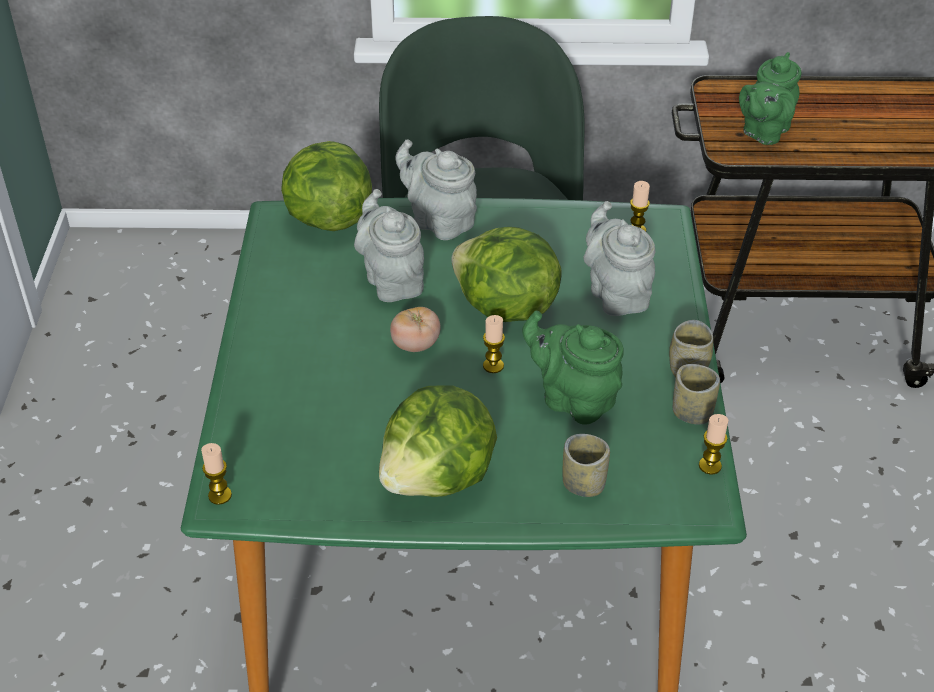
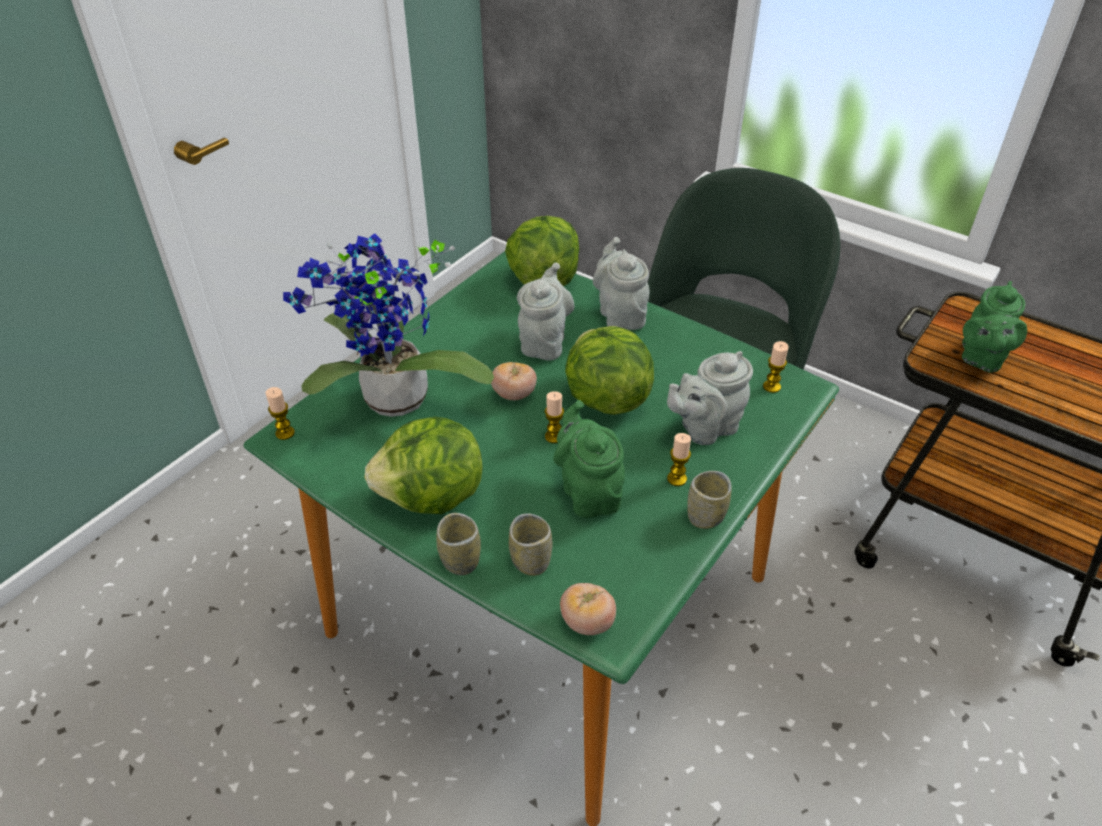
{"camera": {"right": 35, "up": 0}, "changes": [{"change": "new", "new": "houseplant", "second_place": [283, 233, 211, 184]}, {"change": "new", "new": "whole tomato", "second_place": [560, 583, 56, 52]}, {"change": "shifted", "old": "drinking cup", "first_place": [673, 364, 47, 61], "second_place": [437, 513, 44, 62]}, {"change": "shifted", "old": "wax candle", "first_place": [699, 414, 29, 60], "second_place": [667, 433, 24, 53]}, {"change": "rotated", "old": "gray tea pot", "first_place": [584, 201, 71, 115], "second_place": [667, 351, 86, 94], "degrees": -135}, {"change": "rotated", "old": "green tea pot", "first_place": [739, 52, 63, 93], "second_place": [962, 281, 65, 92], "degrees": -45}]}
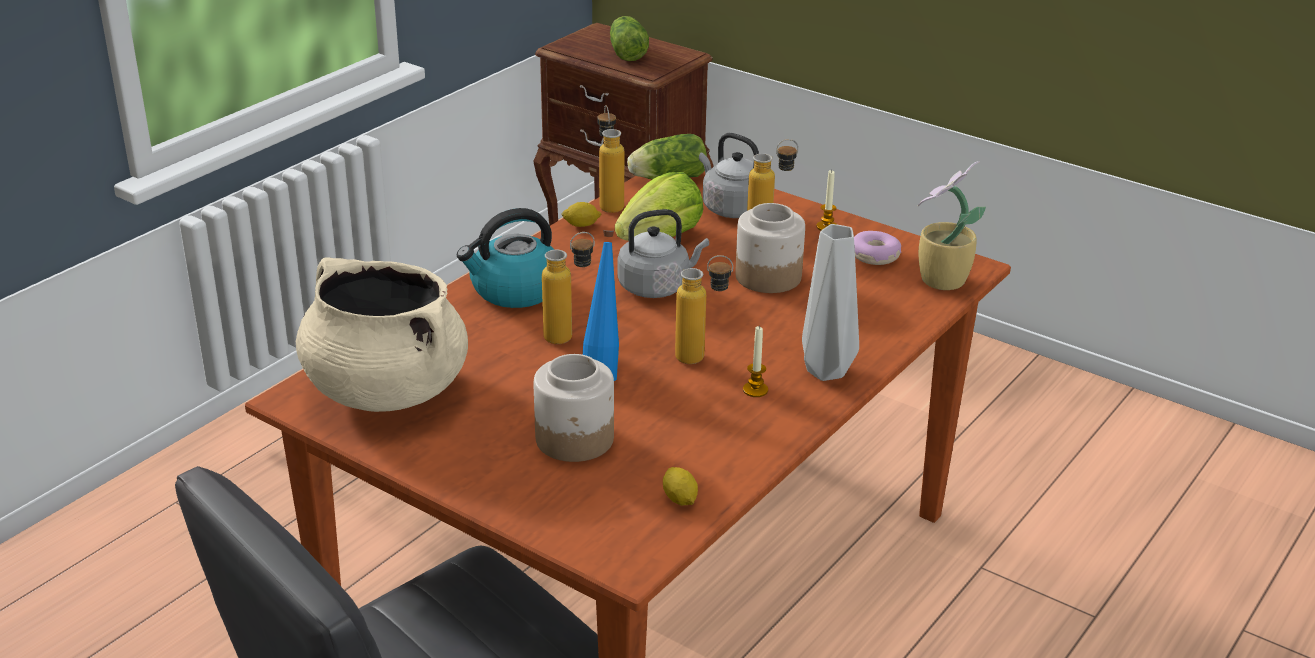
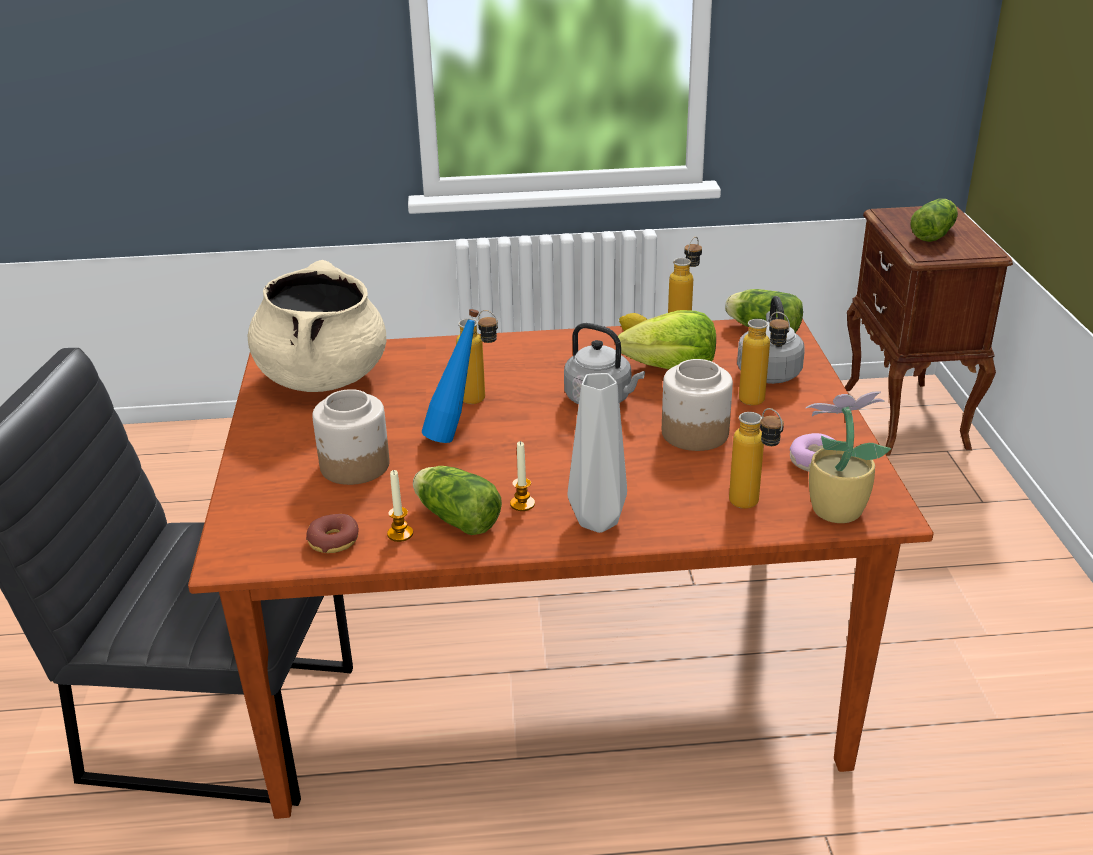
{"camera": {"right": 50, "up": 0}, "changes": [{"change": "gone", "old": "tea kettle", "first_place": [457, 208, 97, 100]}, {"change": "new", "new": "lettuce", "second_place": [413, 466, 89, 69]}, {"change": "shifted", "old": "bottle", "first_place": [675, 255, 58, 109], "second_place": [729, 408, 55, 101]}, {"change": "shifted", "old": "wax candle", "first_place": [816, 170, 21, 61], "second_place": [387, 470, 26, 72]}, {"change": "swapped", "old": "lemon", "new": "doughnut", "first_place": [663, 467, 35, 39], "second_place": [306, 514, 53, 39]}]}
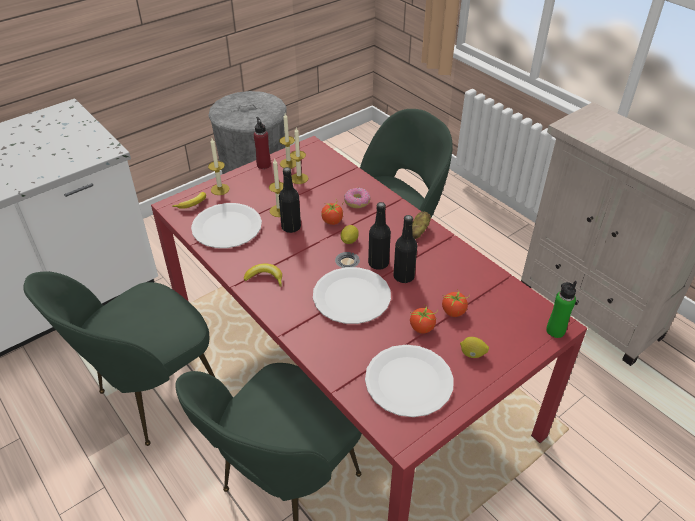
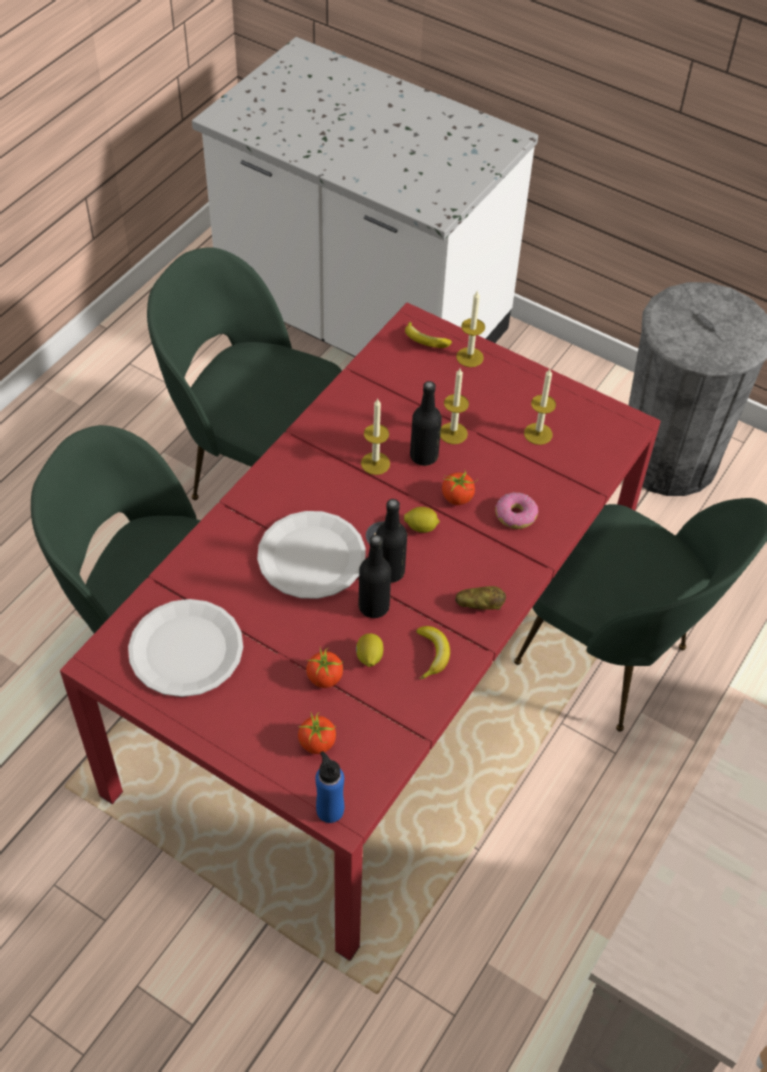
{"camera": {"right": 70, "up": 10}, "changes": [{"change": "gone", "old": "white flat dish", "first_place": [191, 203, 71, 45]}, {"change": "gone", "old": "red bottle", "first_place": [254, 117, 17, 52]}, {"change": "shifted", "old": "banana fruit", "first_place": [244, 264, 38, 23], "second_place": [416, 626, 34, 53]}, {"change": "shifted", "old": "wax candle", "first_place": [279, 113, 17, 56], "second_place": [361, 398, 29, 77]}, {"change": "shifted", "old": "whole tomato", "first_place": [410, 306, 28, 28], "second_place": [298, 712, 39, 42]}, {"change": "shifted", "old": "lemon", "first_place": [460, 337, 29, 21], "second_place": [356, 633, 27, 34]}, {"change": "repainted", "old": "green bottle", "new": "blue bottle", "first_place": [546, 281, 31, 57], "second_place": [315, 751, 29, 72]}]}
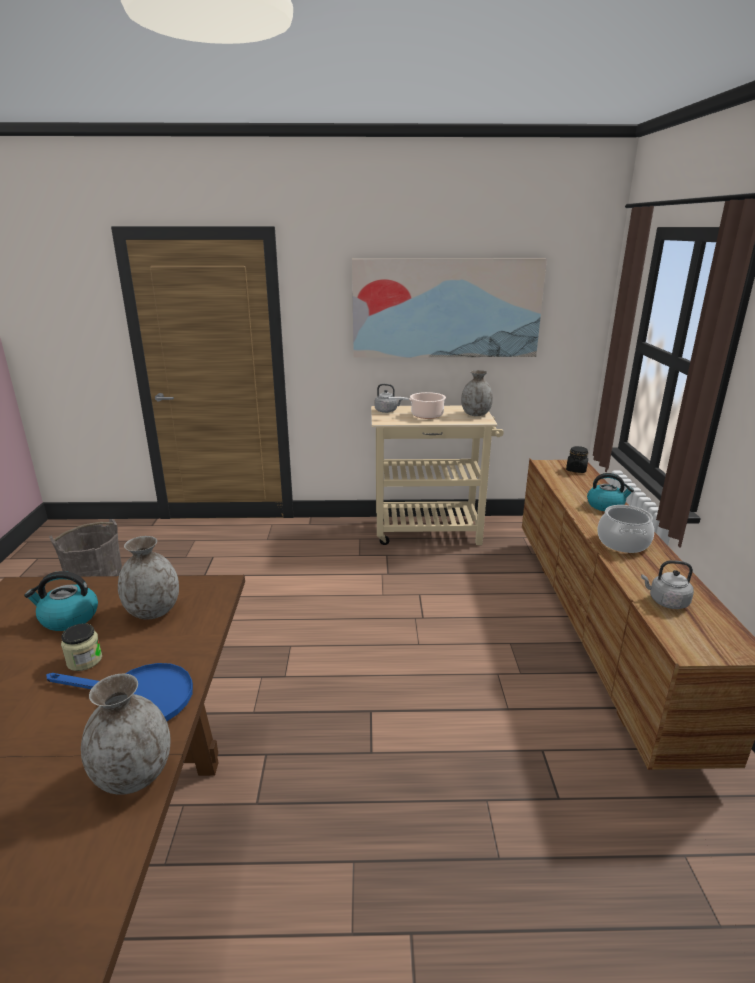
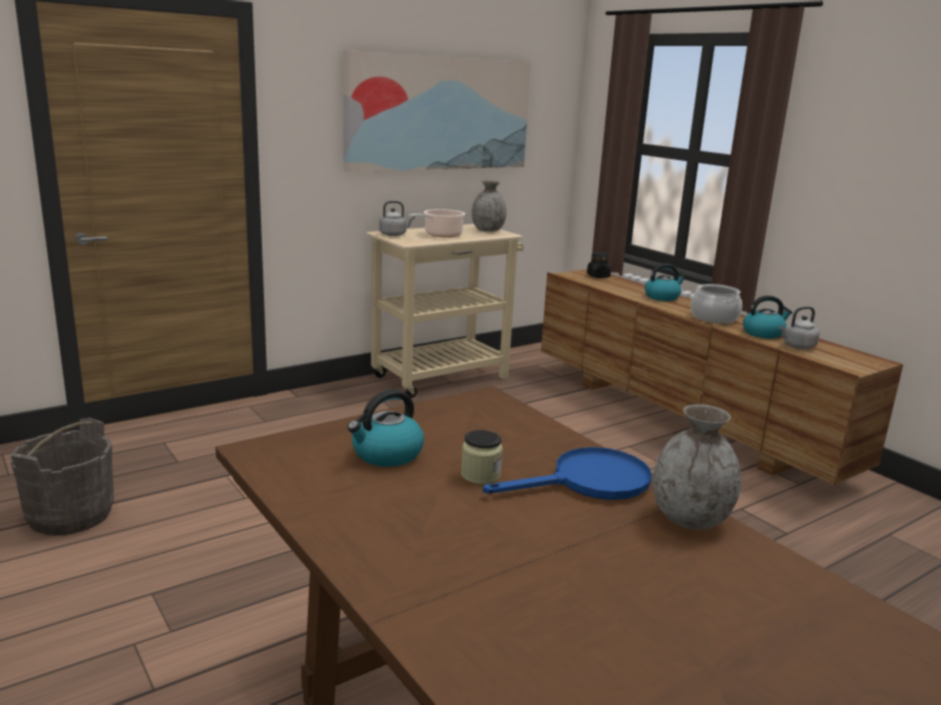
{"camera": {"right": -35, "up": -5}, "changes": [{"change": "gone", "old": "gray vase", "first_place": [118, 536, 61, 83]}, {"change": "new", "new": "tea kettle", "second_place": [743, 295, 50, 44]}]}
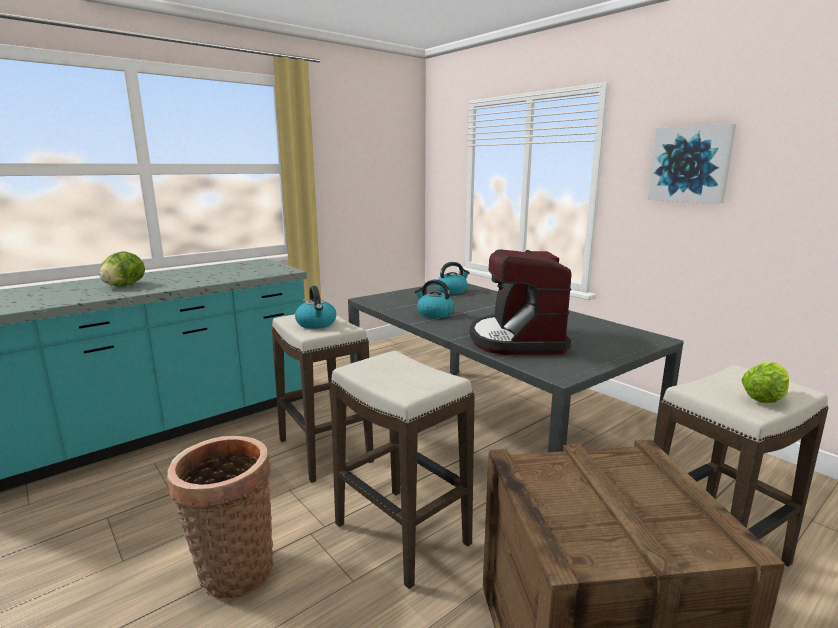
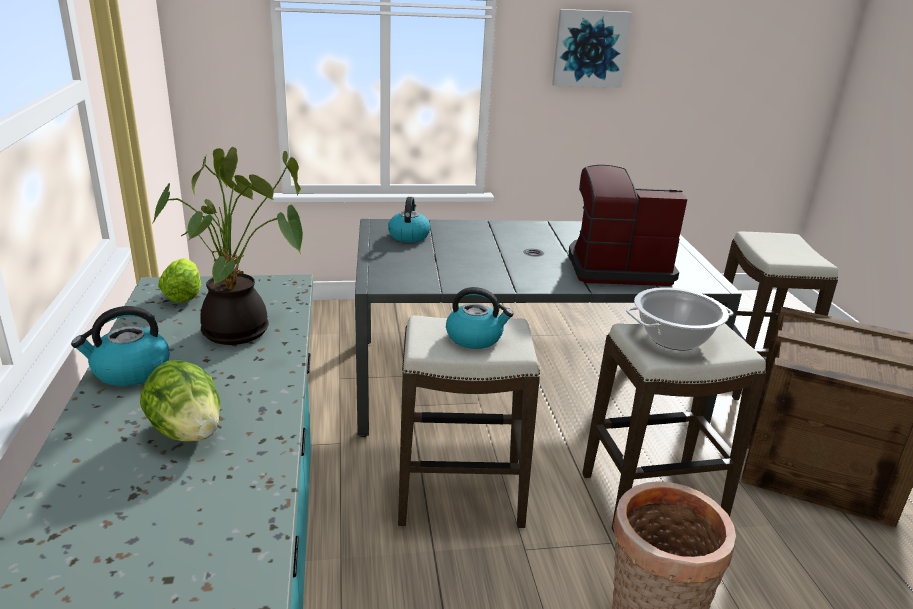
{"camera": {"right": -60, "up": 10}, "changes": [{"change": "new", "new": "houseplant", "second_place": [152, 147, 151, 198]}, {"change": "new", "new": "cooking pot", "second_place": [626, 287, 108, 64]}, {"change": "shifted", "old": "tea kettle", "first_place": [415, 279, 39, 39], "second_place": [71, 306, 99, 80]}, {"change": "shifted", "old": "lettuce", "first_place": [741, 362, 48, 41], "second_place": [158, 258, 44, 45]}, {"change": "rotated", "old": "coffee machine", "first_place": [469, 249, 103, 106], "second_place": [569, 165, 118, 121], "degrees": 150}]}
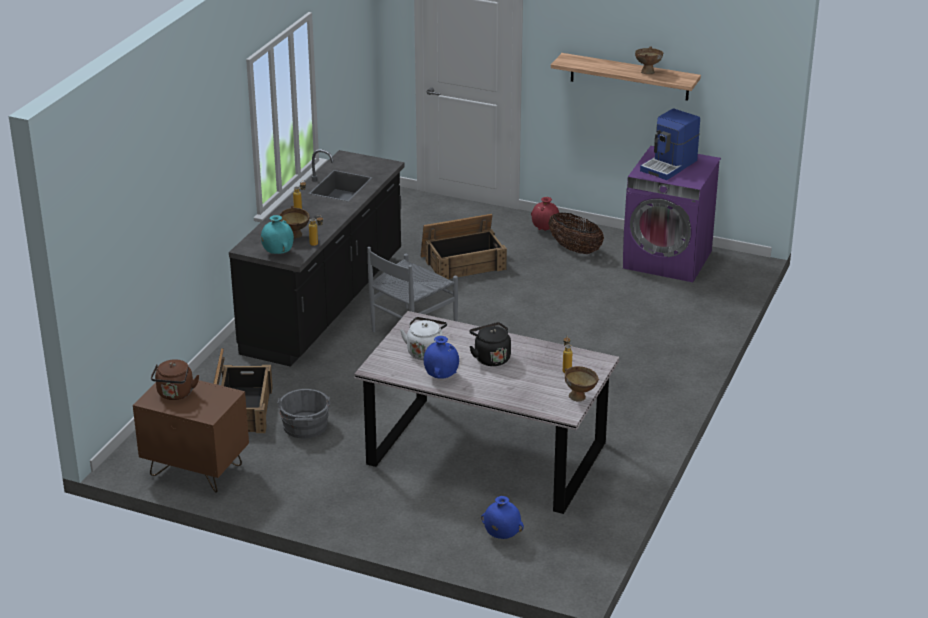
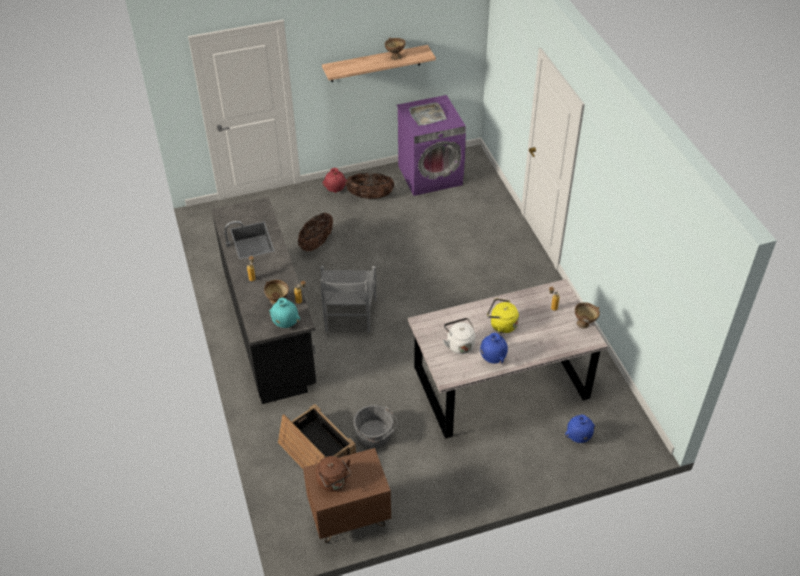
{"camera": {"right": -40, "up": 15}, "changes": [{"change": "swapped", "old": "crate", "new": "storage basket", "first_place": [421, 214, 86, 65], "second_place": [298, 212, 35, 39]}, {"change": "swapped", "old": "coffee machine", "new": "gray tray", "first_place": [640, 108, 60, 72], "second_place": [409, 102, 38, 24]}, {"change": "repainted", "old": "blackish tea kettle", "new": "yellowish tea kettle", "first_place": [469, 322, 42, 44], "second_place": [487, 298, 32, 35]}]}
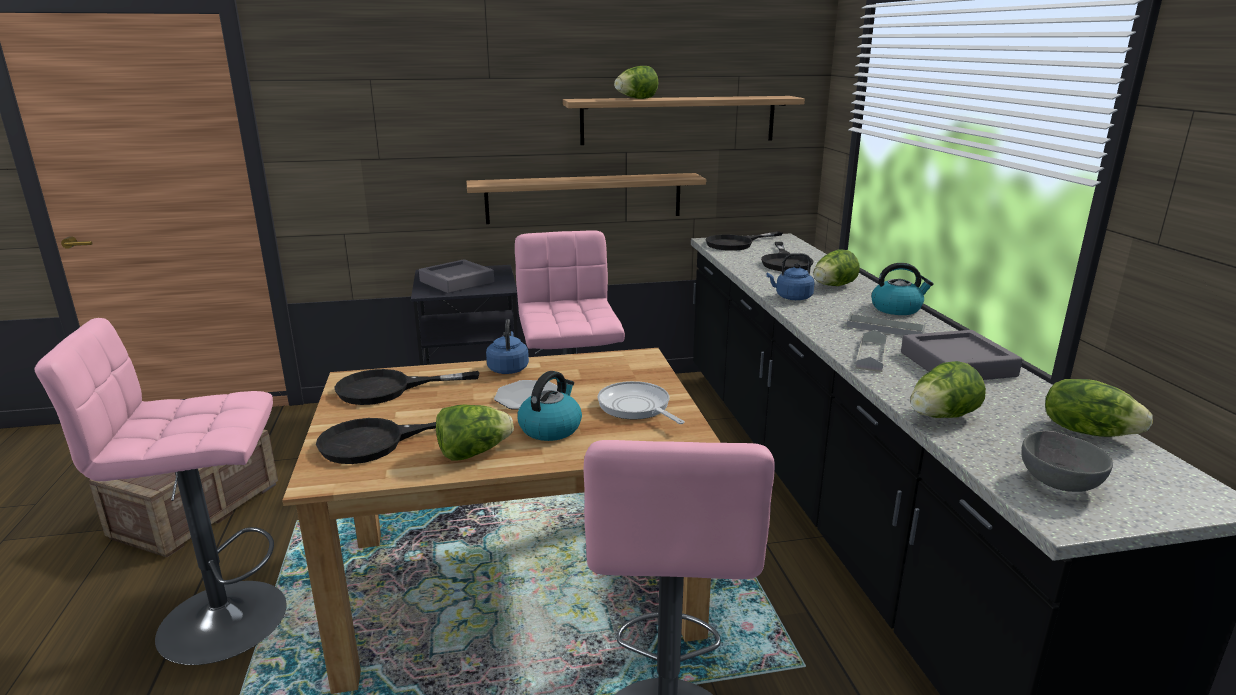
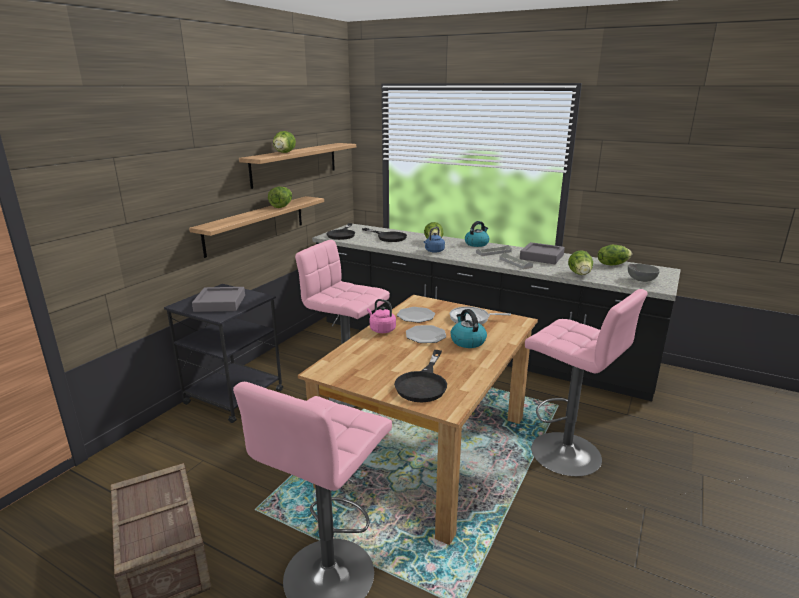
{"camera": {"right": -50, "up": 0}, "changes": [{"change": "gone", "old": "blackish frying pan", "first_place": [334, 369, 145, 36]}, {"change": "new", "new": "flat dish", "second_place": [397, 307, 38, 16]}, {"change": "shifted", "old": "lettuce", "first_place": [436, 405, 78, 55], "second_place": [268, 187, 24, 21]}, {"change": "repainted", "old": "blue tea kettle", "new": "pinkish tea kettle", "first_place": [486, 319, 43, 55], "second_place": [367, 299, 29, 34]}]}
